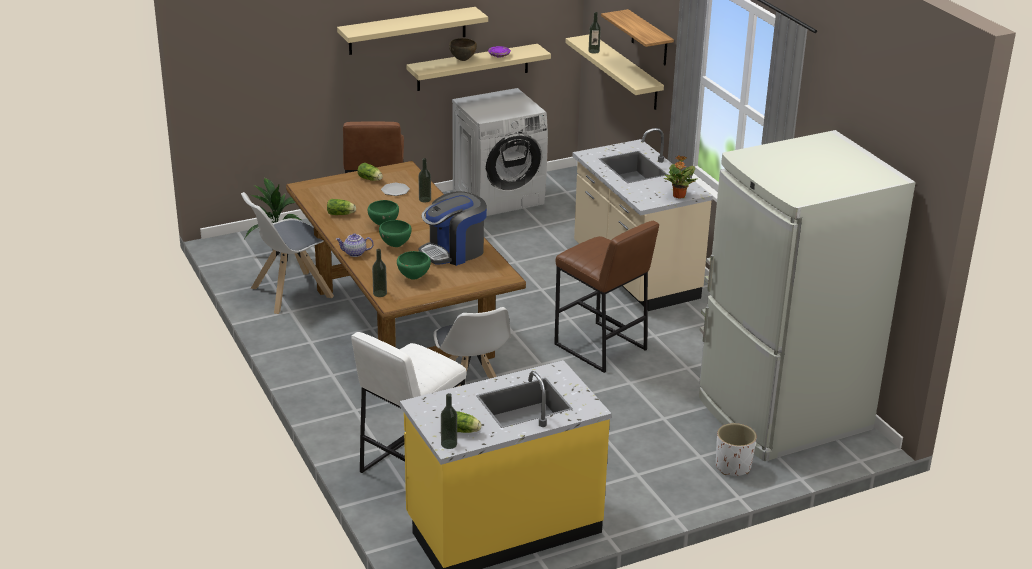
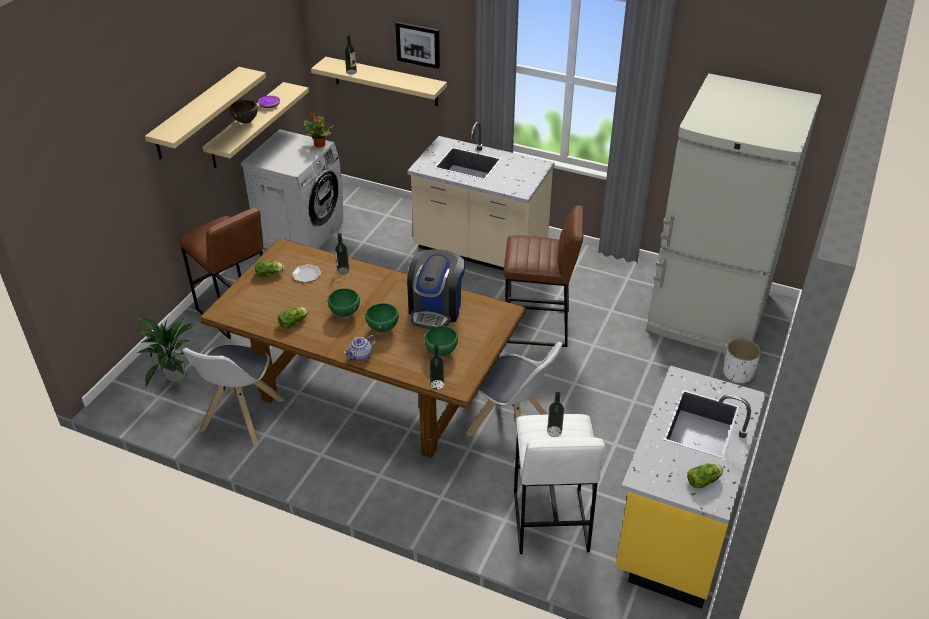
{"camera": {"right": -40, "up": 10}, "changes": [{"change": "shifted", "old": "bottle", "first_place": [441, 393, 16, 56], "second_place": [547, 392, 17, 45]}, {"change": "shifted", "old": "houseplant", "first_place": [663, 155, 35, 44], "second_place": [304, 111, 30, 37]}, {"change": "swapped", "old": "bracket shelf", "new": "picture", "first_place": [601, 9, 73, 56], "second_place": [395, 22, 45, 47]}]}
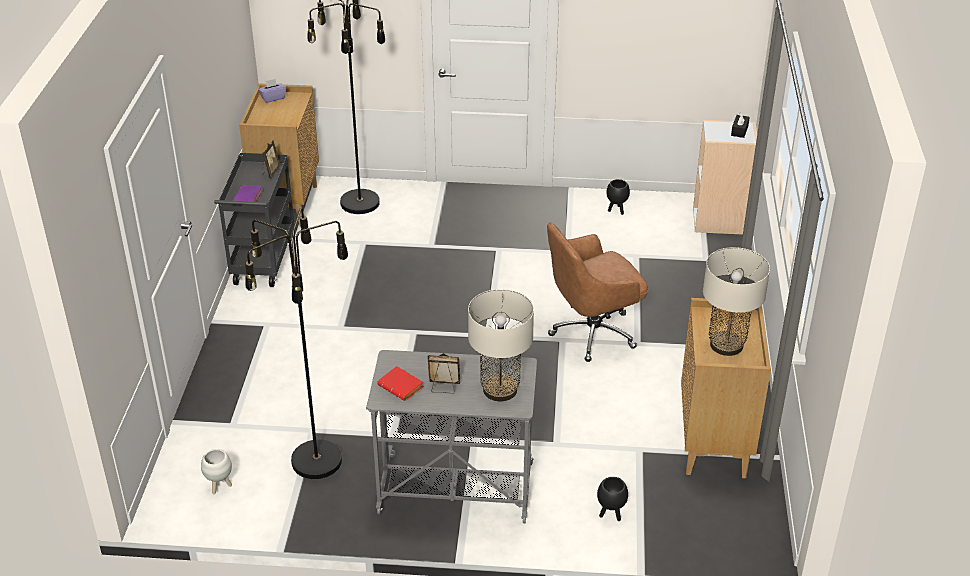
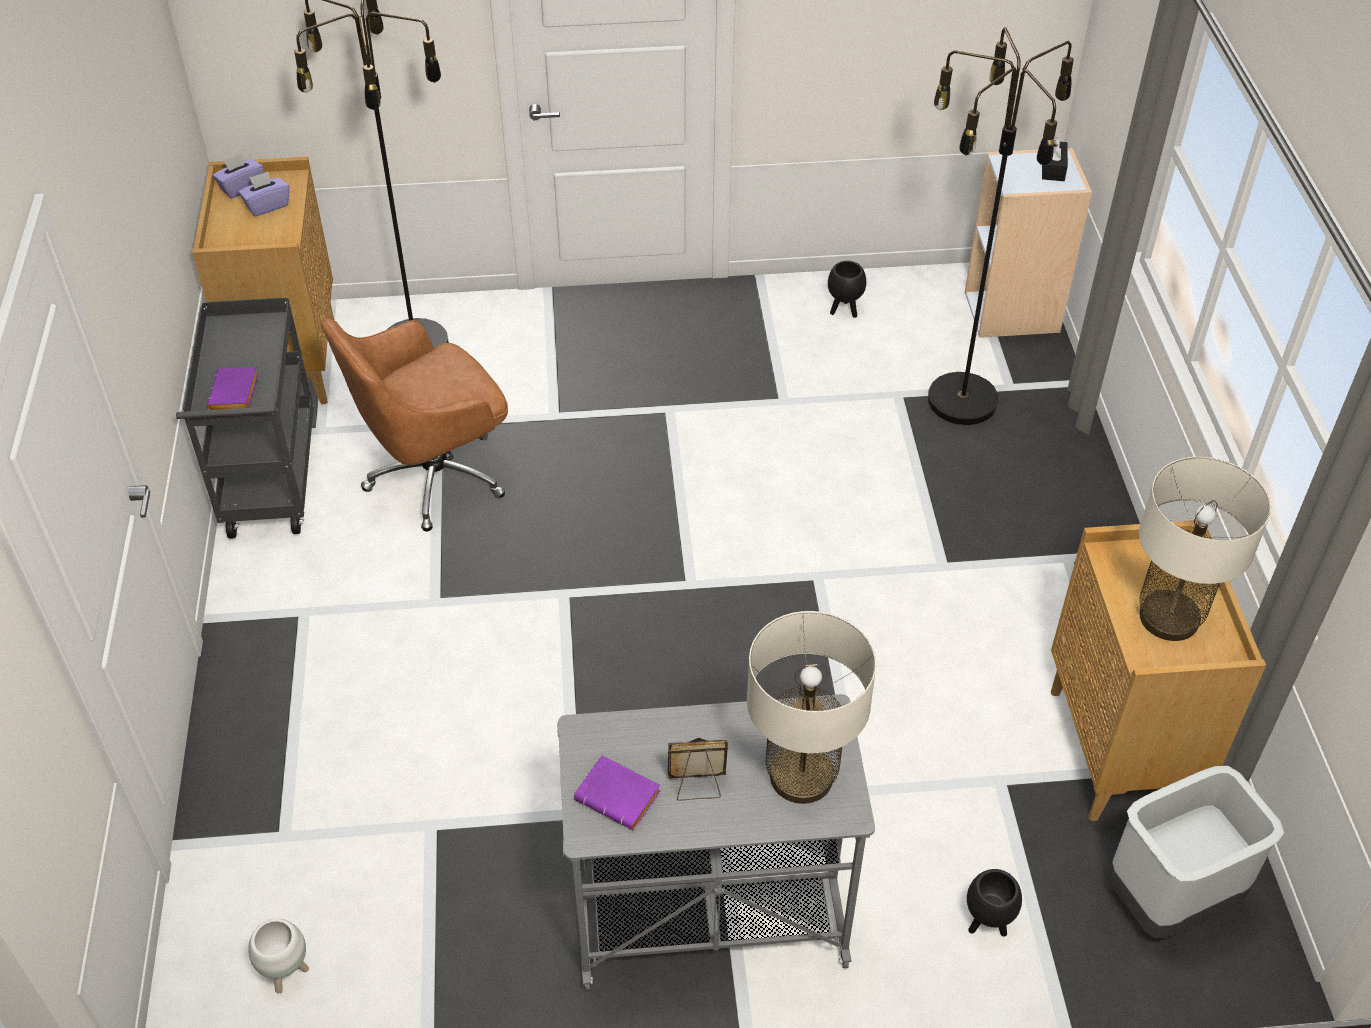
{"camera": {"right": -10, "up": 10}, "changes": [{"change": "gone", "old": "picture frame", "first_place": [261, 140, 19, 39]}, {"change": "new", "new": "purple-coloured box of tissues", "second_place": [238, 171, 52, 46]}, {"change": "new", "new": "gray waste bin", "second_place": [1108, 766, 176, 172]}, {"change": "shifted", "old": "floor lamp", "first_place": [245, 207, 103, 272], "second_place": [928, 27, 146, 398]}, {"change": "shifted", "old": "brown-coloured office chair", "first_place": [547, 222, 101, 140], "second_place": [321, 317, 187, 215]}, {"change": "repainted", "old": "red book", "new": "purple-coloured book", "first_place": [378, 366, 46, 35], "second_place": [574, 755, 86, 75]}]}
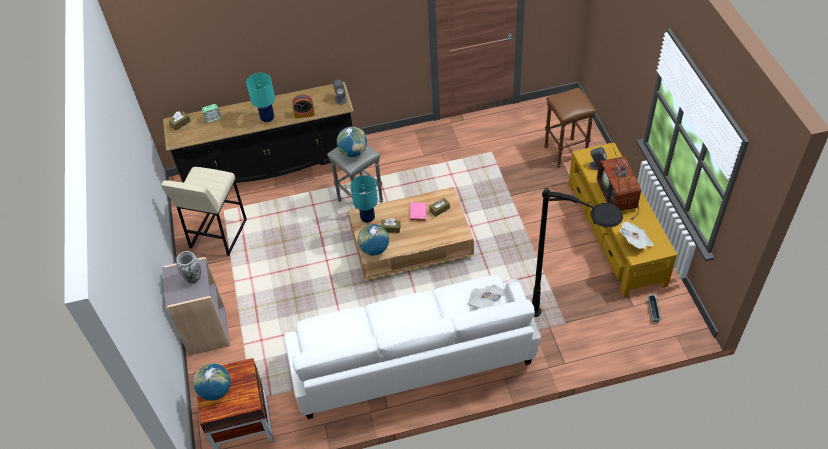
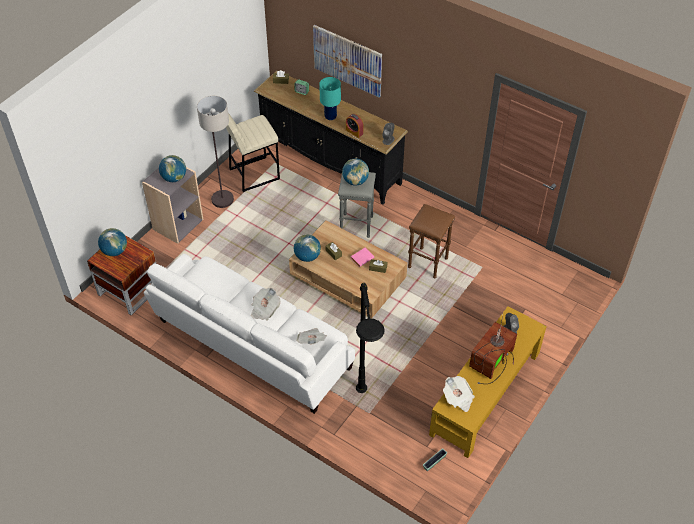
{"camera": {"right": 45, "up": 0}, "changes": [{"change": "gone", "old": "turquoise-coloured lamp for a table", "first_place": [350, 175, 28, 48]}, {"change": "new", "new": "gray floor lamp", "second_place": [197, 96, 37, 112]}, {"change": "new", "new": "daily paper", "second_place": [251, 288, 29, 33]}, {"change": "new", "new": "picture", "second_place": [313, 25, 69, 72]}, {"change": "shifted", "old": "brown-coloured stool seat", "first_place": [544, 88, 52, 80], "second_place": [408, 204, 47, 75]}, {"change": "swapped", "old": "vase", "new": "desk globe", "first_place": [176, 251, 25, 33], "second_place": [159, 155, 27, 27]}]}
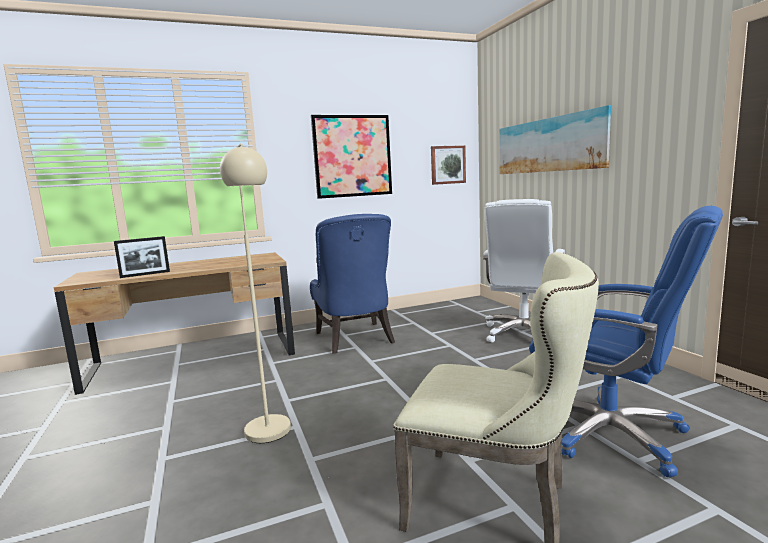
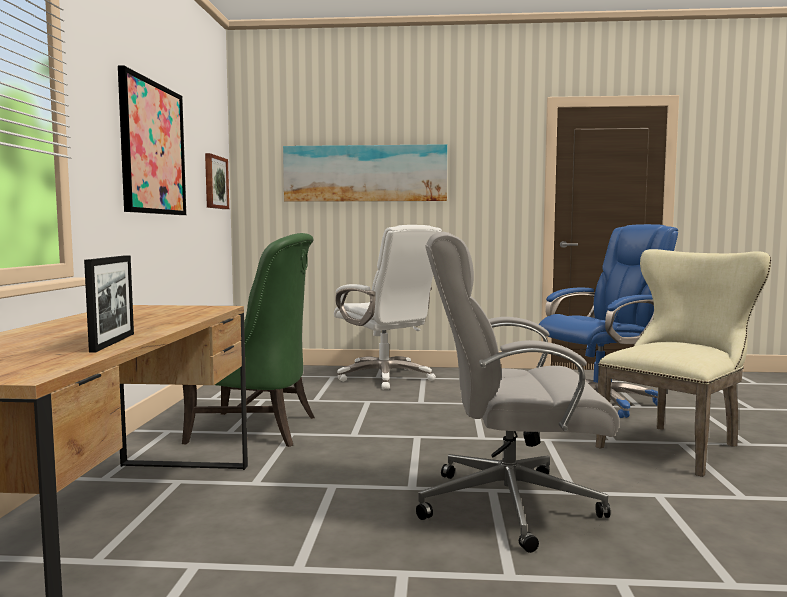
{"camera": {"right": -65, "up": -5}, "changes": [{"change": "swapped", "old": "sand-coloured floor lamp", "new": "gray office chair", "first_place": [220, 143, 71, 300], "second_place": [416, 232, 204, 321]}, {"change": "repainted", "old": "blue upright chair", "new": "green upright chair", "first_place": [310, 214, 85, 140], "second_place": [182, 233, 133, 214]}]}
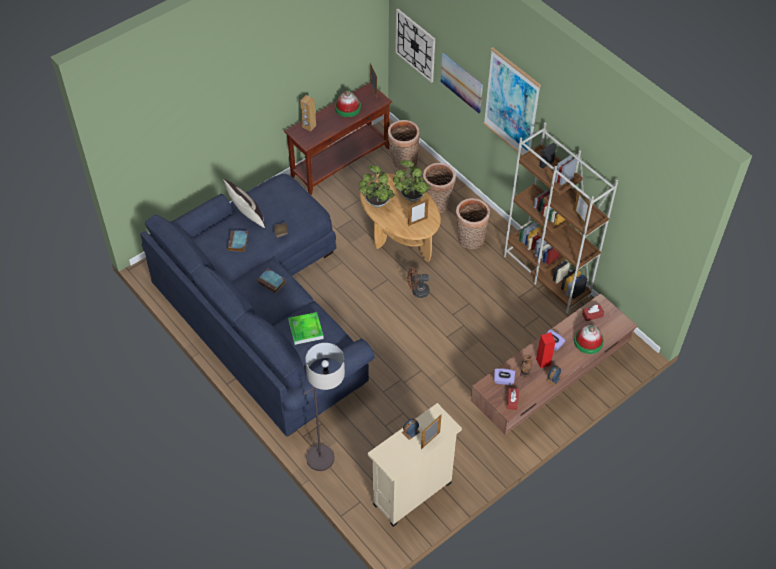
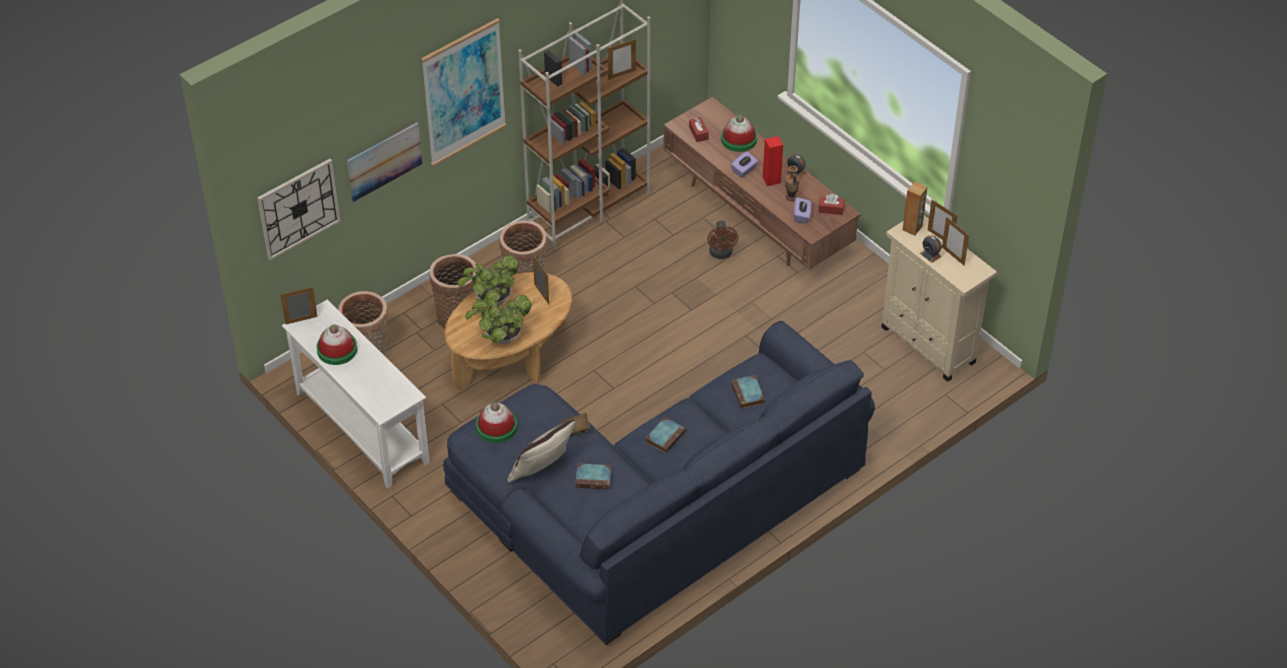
{"camera": {"right": -90, "up": -5}, "changes": [{"change": "gone", "old": "gray floor lamp", "first_place": [303, 343, 42, 128]}, {"change": "new", "new": "clothing hat", "second_place": [476, 402, 41, 41]}, {"change": "new", "new": "picture frame", "second_place": [942, 216, 27, 50]}, {"change": "shifted", "old": "brown-coloured speaker", "first_place": [300, 95, 16, 37], "second_place": [903, 182, 24, 54]}, {"change": "shifted", "old": "brown-coloured cooling fan", "first_place": [407, 267, 22, 31], "second_place": [707, 221, 31, 38]}, {"change": "swapped", "old": "tray", "new": "book", "first_place": [288, 312, 36, 33], "second_place": [731, 375, 34, 34]}, {"change": "repainted", "old": "brown-coloured narrow table", "new": "white narrow table", "first_place": [284, 83, 108, 112], "second_place": [282, 299, 148, 190]}]}
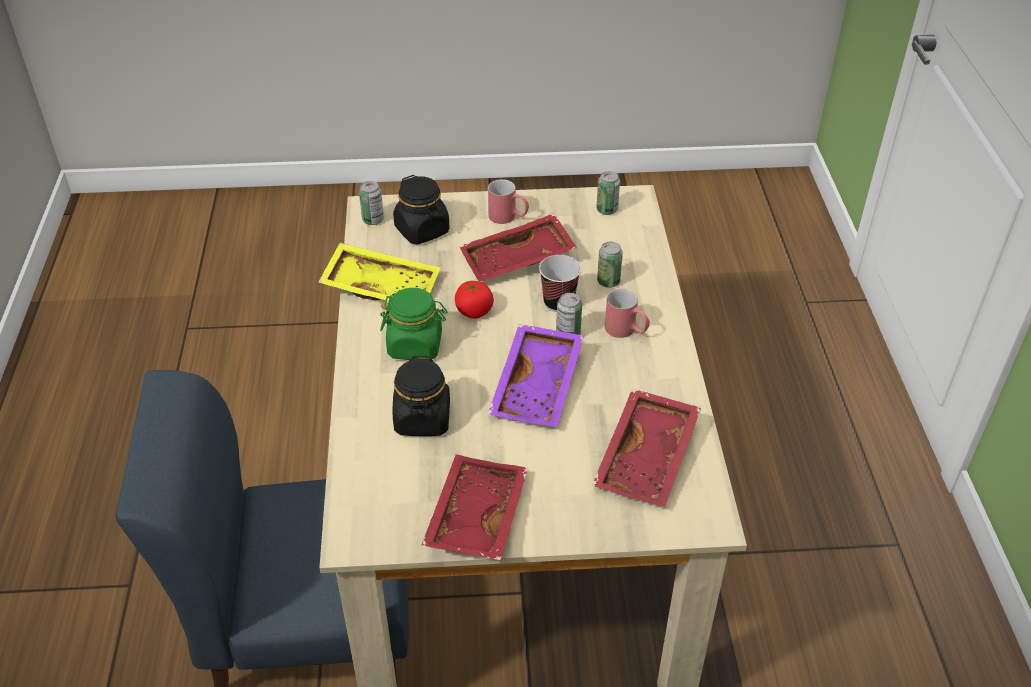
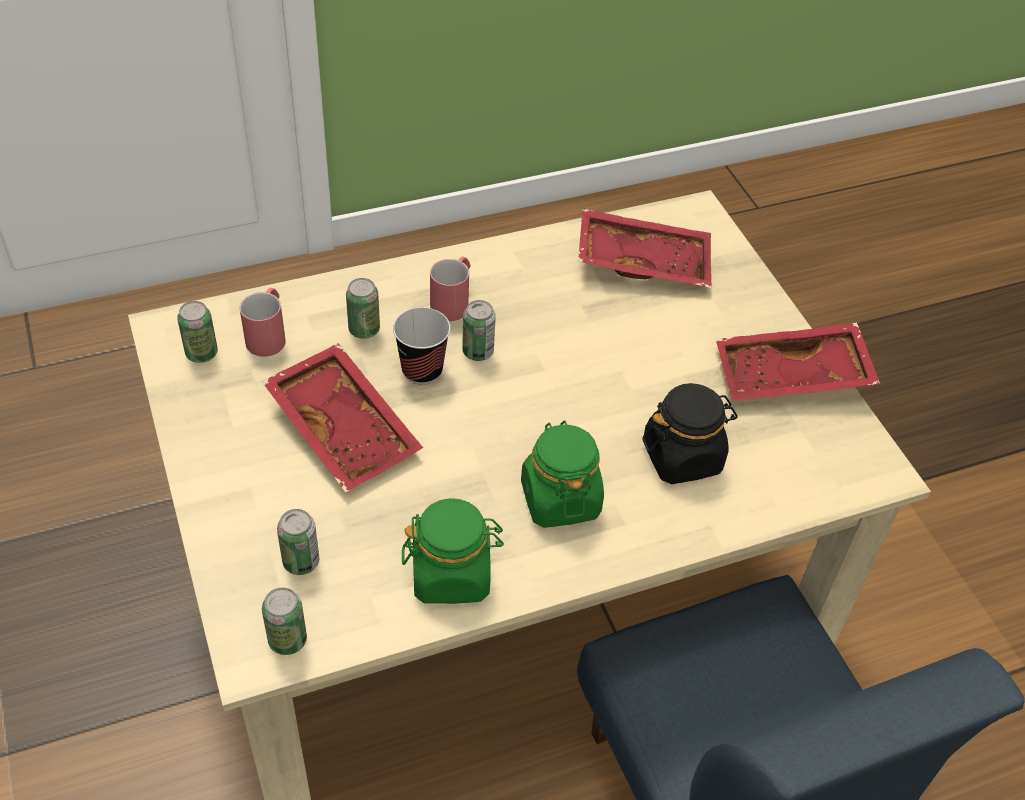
{"camera": {"right": -110, "up": 5}, "changes": [{"change": "gone", "old": "whole tomato", "first_place": [455, 281, 39, 37]}, {"change": "gone", "old": "purple-coloured tray", "first_place": [488, 324, 96, 103]}, {"change": "shifted", "old": "red mug", "first_place": [488, 179, 41, 45], "second_place": [240, 288, 46, 69]}, {"change": "swapped", "old": "yellowish tray", "new": "green storage jar", "first_place": [318, 243, 122, 58], "second_place": [402, 498, 102, 106]}, {"change": "swapped", "old": "blackish storage jar", "new": "metal can", "first_place": [393, 175, 57, 70], "second_place": [277, 509, 42, 66]}]}
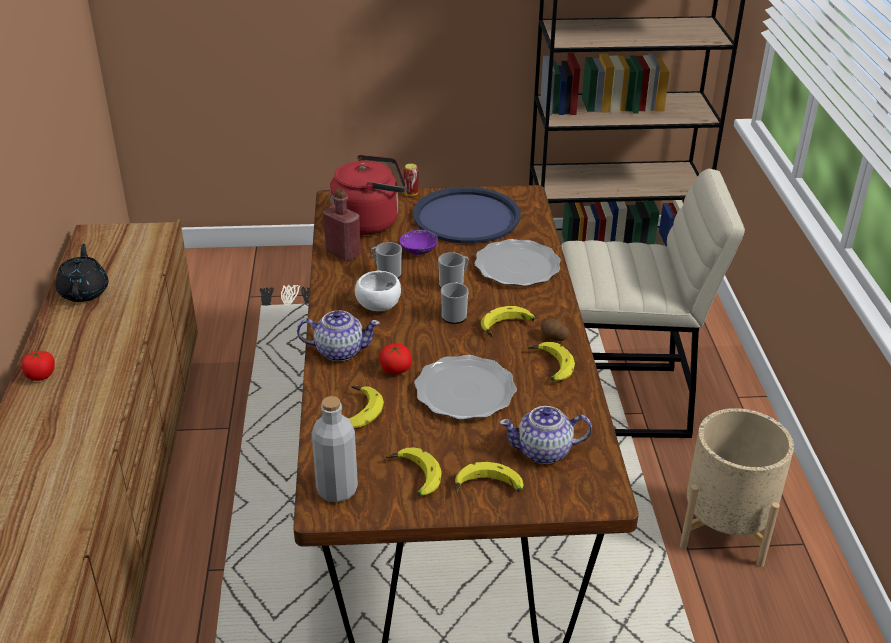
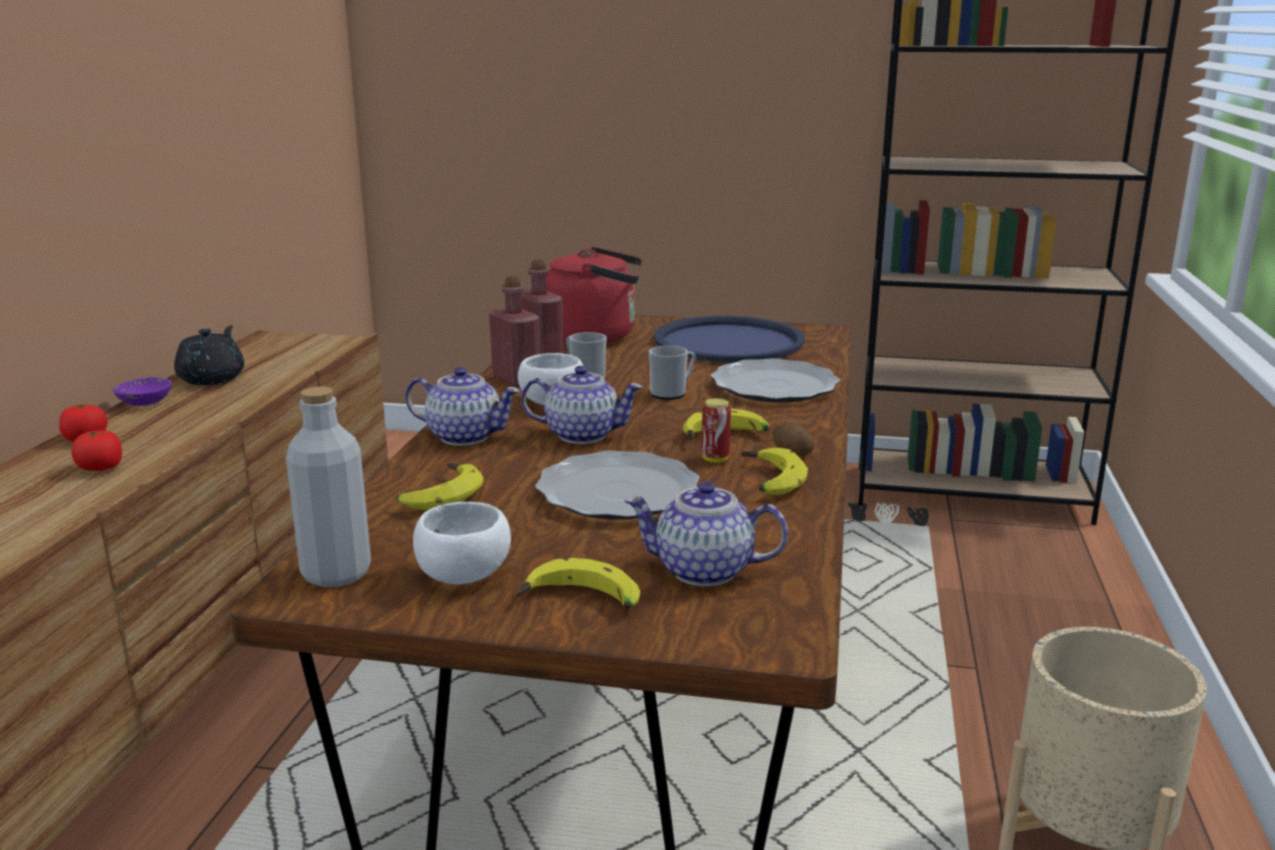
{"camera": {"right": 15, "up": -15}, "changes": [{"change": "gone", "old": "mug", "first_place": [441, 282, 28, 42]}, {"change": "gone", "old": "sand-coloured upright chair", "first_place": [561, 168, 184, 270]}, {"change": "new", "new": "red bottle", "second_place": [489, 276, 51, 111]}, {"change": "new", "new": "tea pot", "second_place": [521, 366, 122, 78]}, {"change": "shifted", "old": "whole tomato", "first_place": [380, 343, 32, 31], "second_place": [72, 430, 50, 41]}, {"change": "shifted", "old": "purple-coloured deep dish", "first_place": [400, 230, 38, 25], "second_place": [113, 377, 59, 29]}, {"change": "shifted", "old": "metal can", "first_place": [404, 164, 14, 32], "second_place": [702, 398, 29, 65]}, {"change": "swapped", "old": "banana fruit", "new": "white deep dish", "first_place": [386, 447, 56, 49], "second_place": [413, 502, 98, 82]}]}
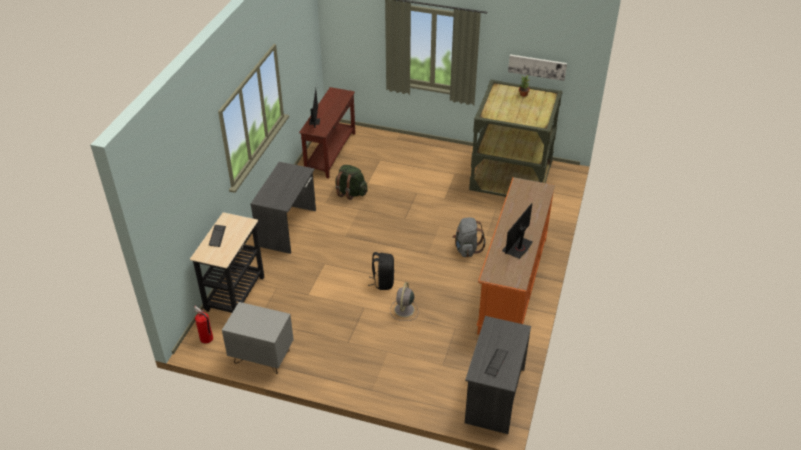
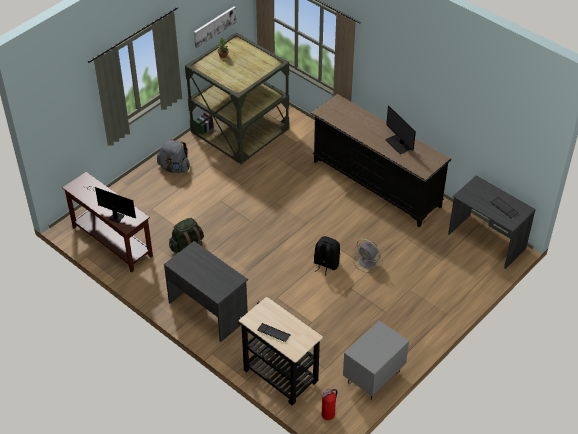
{"camera": {"right": -65, "up": 5}, "changes": [{"change": "shifted", "old": "gray backpack", "first_place": [453, 217, 33, 40], "second_place": [157, 139, 33, 34]}, {"change": "repainted", "old": "orange-coloured cabinet", "new": "blackish cabinet", "first_place": [476, 177, 79, 158], "second_place": [310, 94, 141, 133]}]}
